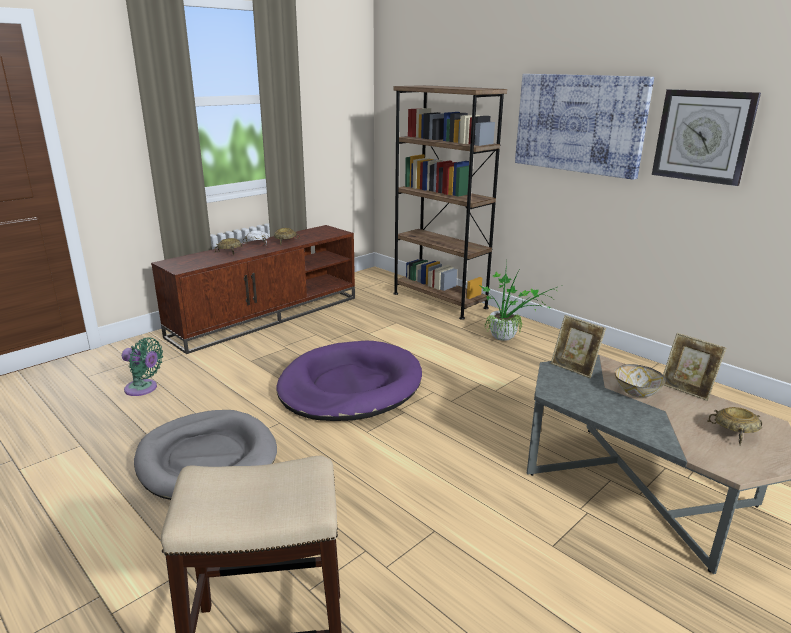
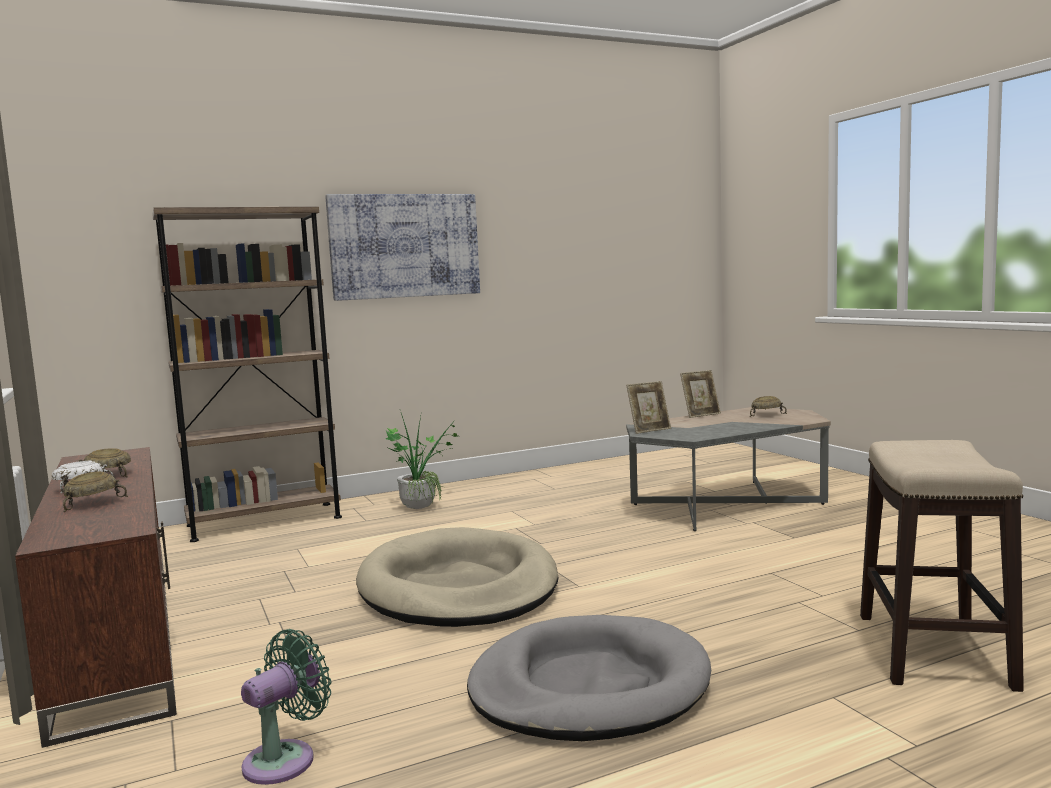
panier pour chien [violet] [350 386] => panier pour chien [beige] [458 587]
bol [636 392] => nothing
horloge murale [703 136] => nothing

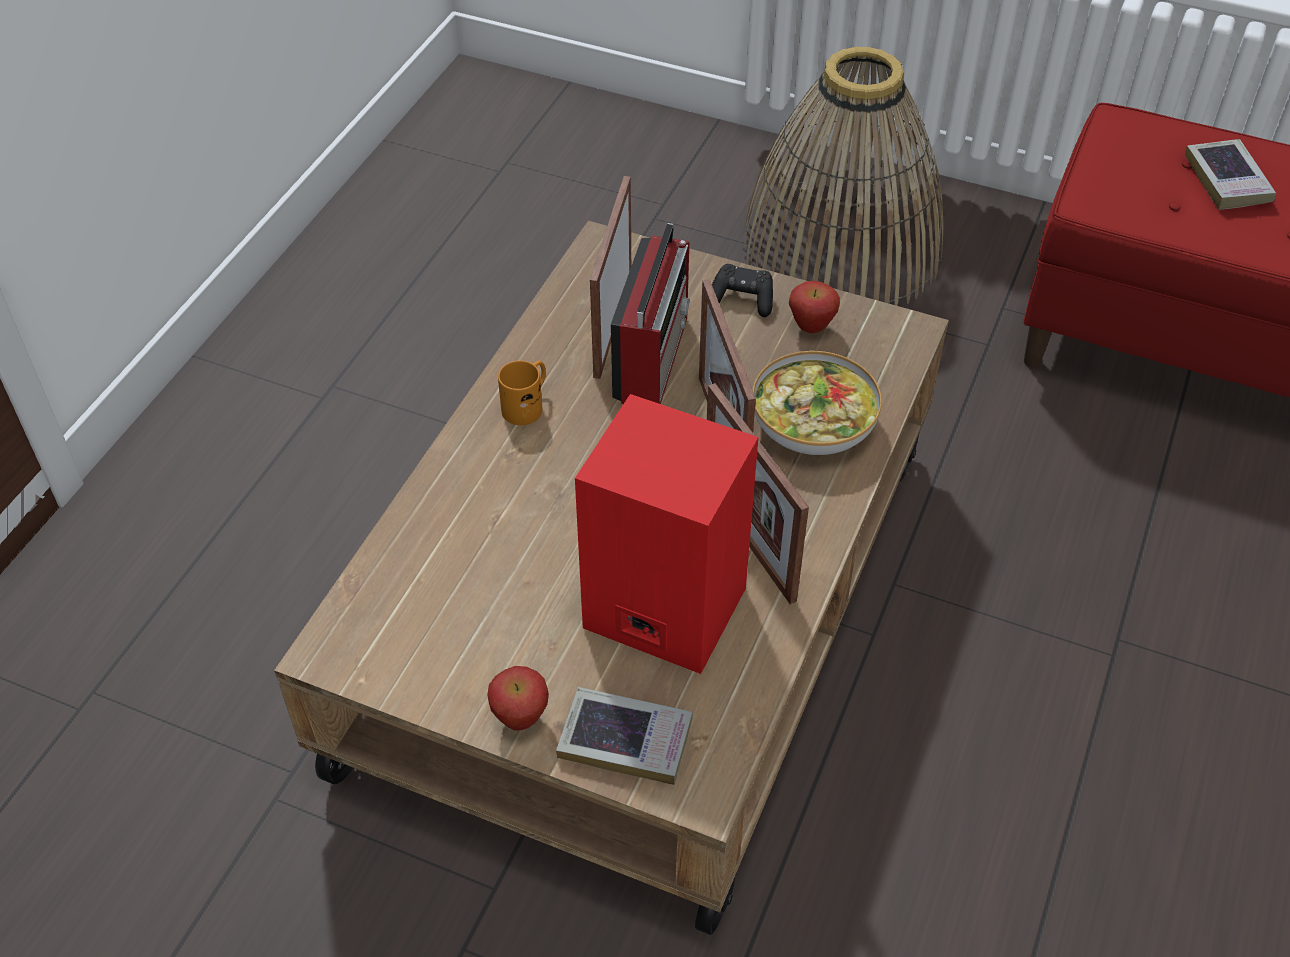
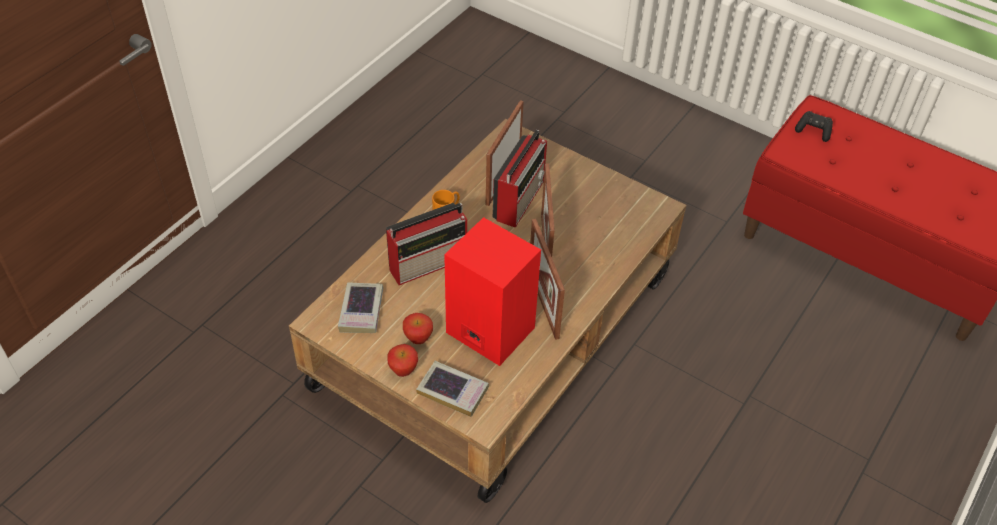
livre [1227 180] => livre [361 311], shifted
nothing => radio [429 263]
pomme [811 327] => pomme [418 339], shifted
manette [noir] [742 300] => manette [noir] [813 131], shifted
panier [841 249] => nothing
bol [814 424] => nothing

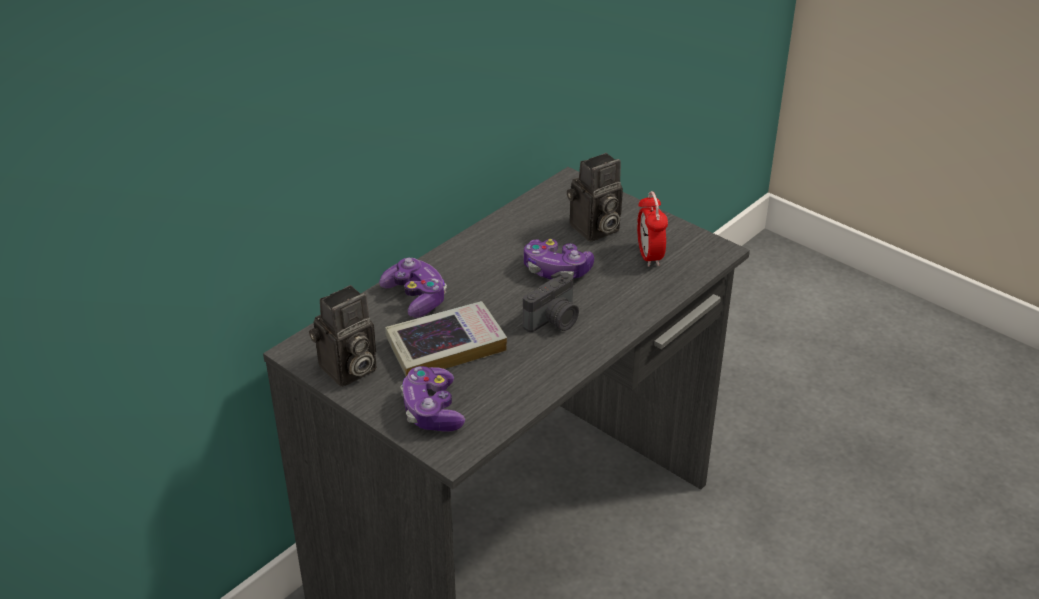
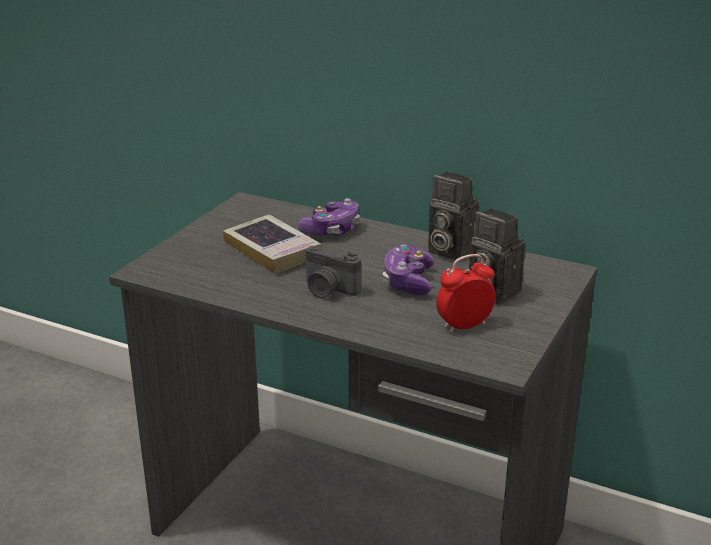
appareil photo [347 371] => appareil photo [448 250], shifted
manette [432 410] => nothing

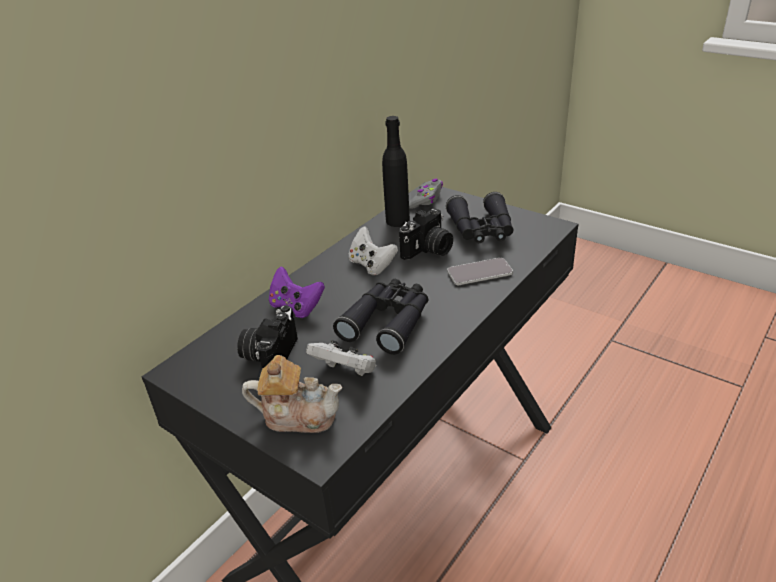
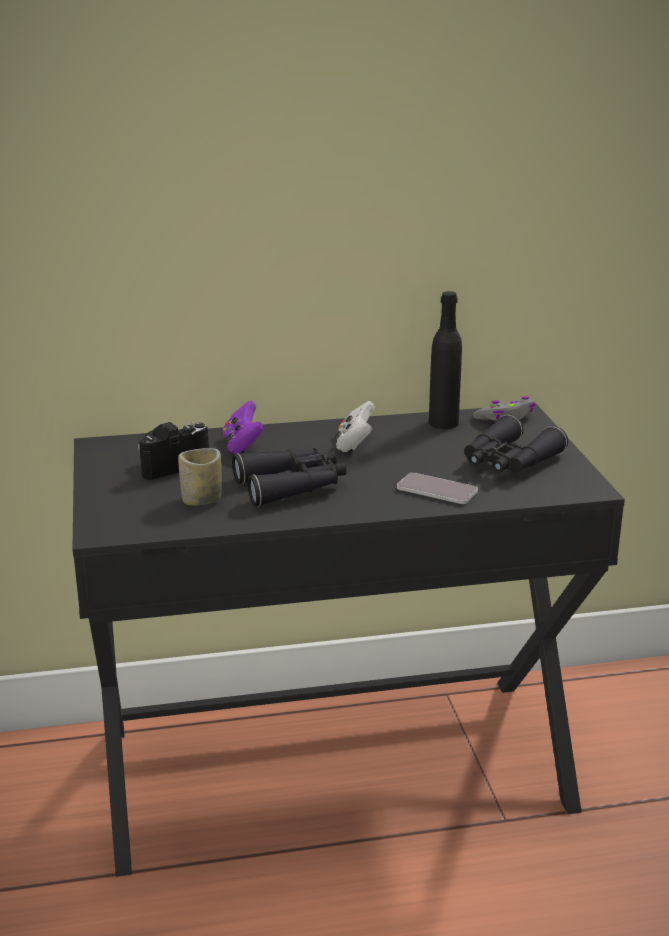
manette [blanc] [346 372] => tasse [201 500]
théière [298 415] => nothing
appareil photo [428 250] => nothing

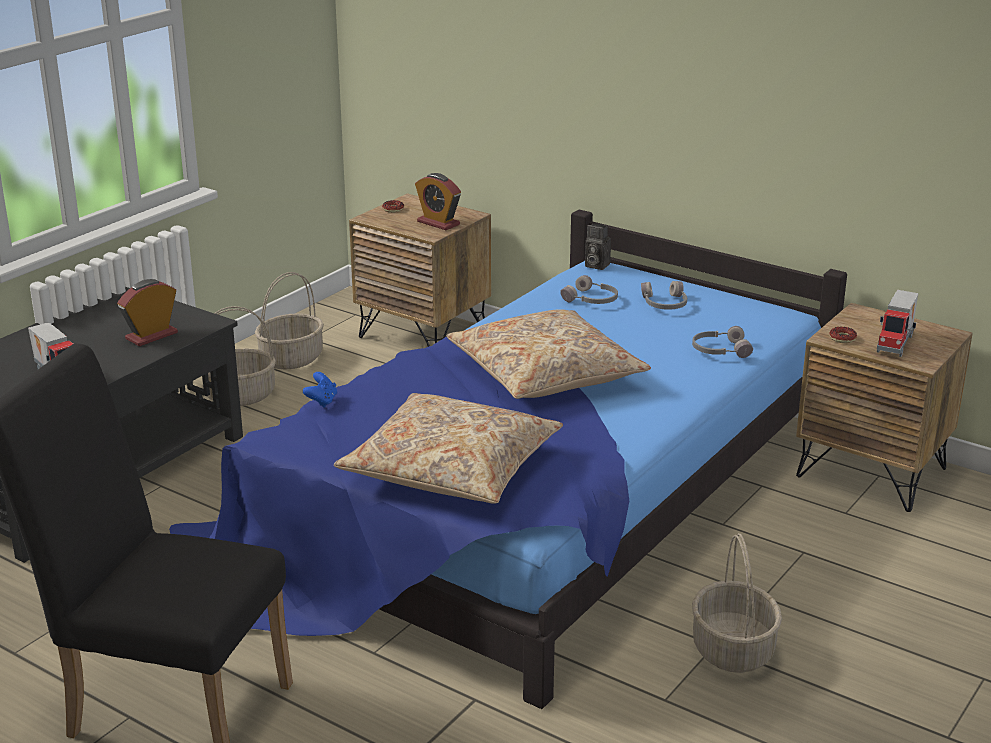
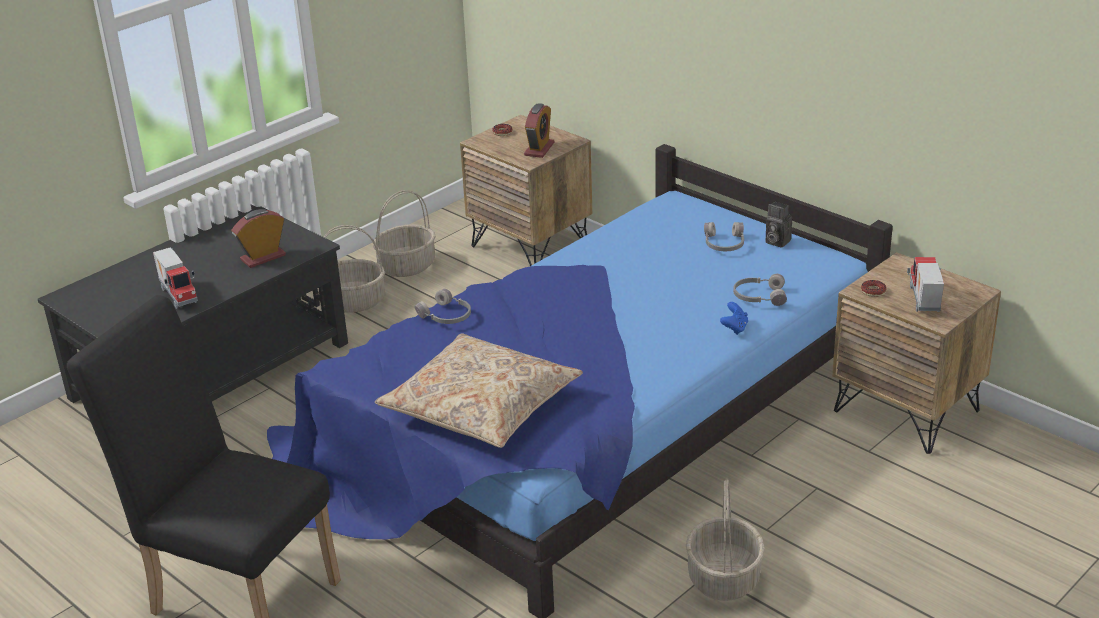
casque audio [gris] [591 300] => casque audio [gris] [446 316], shifted
réveil [438 223] => réveil [539 149], 120 degrees counterclockwise
manette [bleu] [322 401] => manette [bleu] [734 328], shifted
appareil photo [595 265] => appareil photo [776 241], shifted
camion jouet [896 344] => camion jouet [922 300], 150 degrees clockwise
coussin [beige] [546 373] => nothing

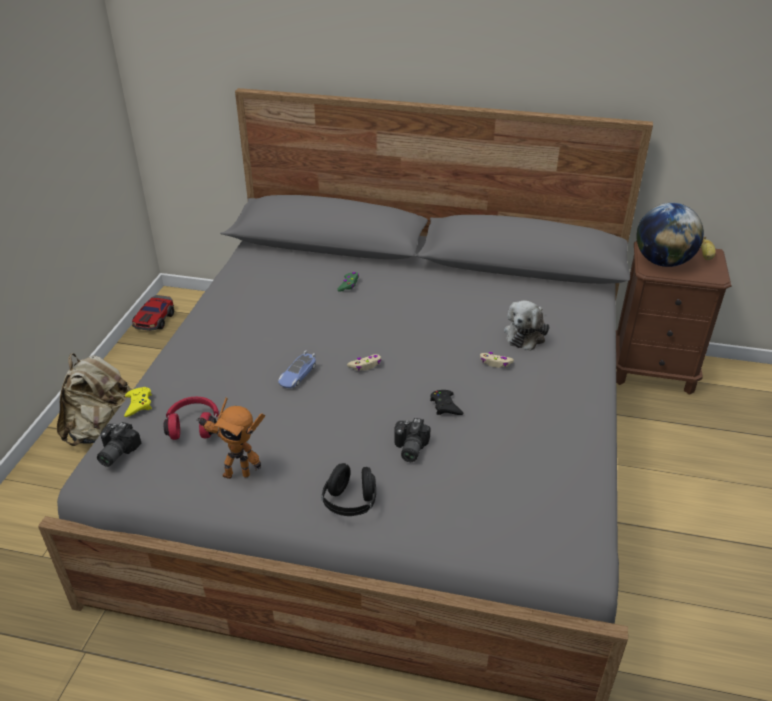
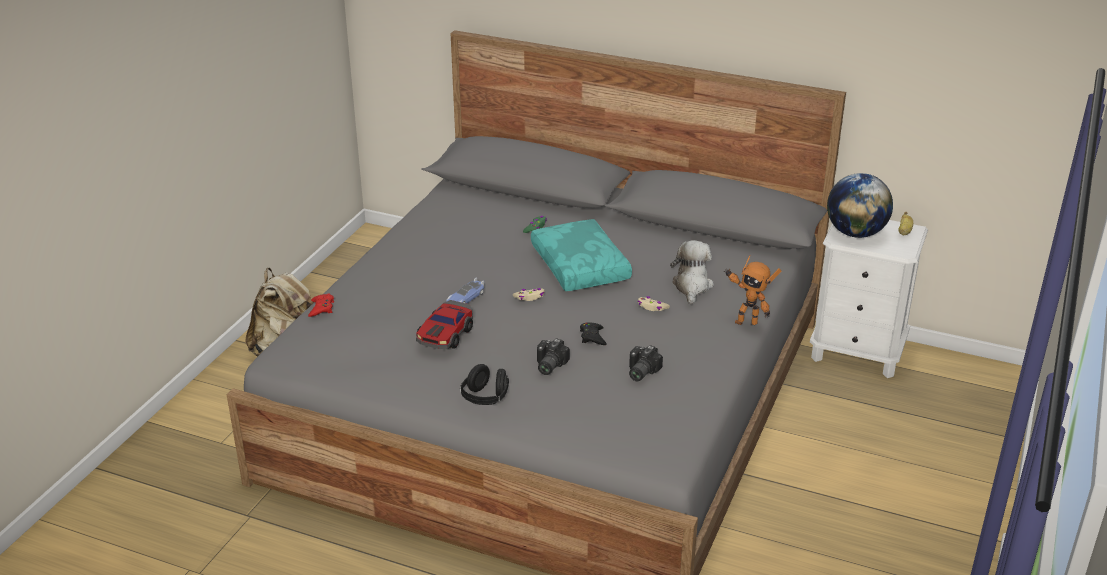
manette [jaune] [138 404] => manette [rouge] [321 308]
petite voiture [155 320] => petite voiture [446 334], shifted
nothing => coussin [turquoise] [582 266]
appareil photo [115 452] => appareil photo [640 372], shifted
peluche [526 334] => peluche [692 286], 150 degrees clockwise
robot jouet [237 473] => robot jouet [746 321], shifted
table de chevet [marron] [653 371] => table de chevet [blanc] [857 353]
casque audio [rouge] [194 425] => nothing

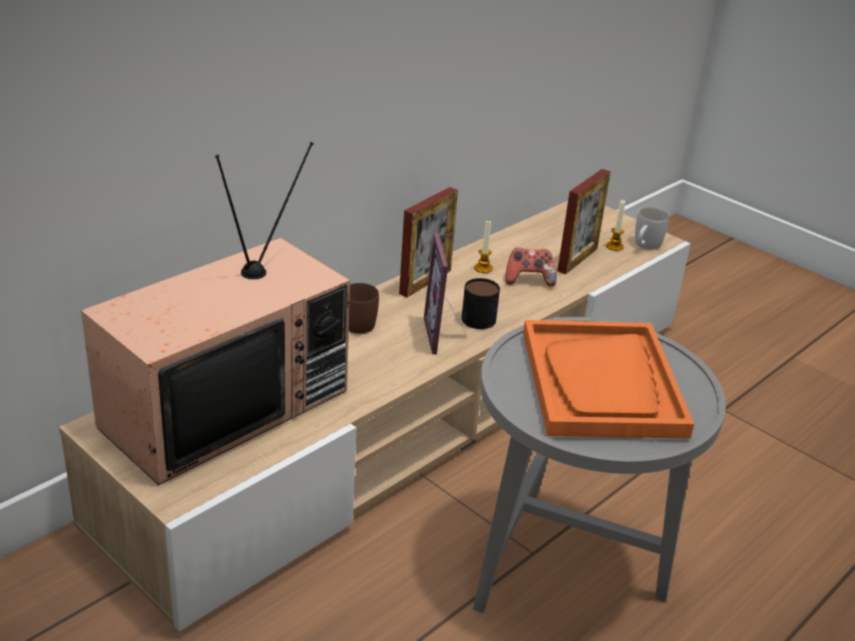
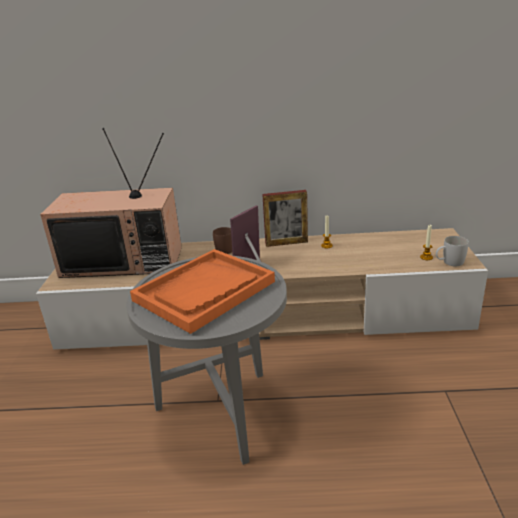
mug [481 315] => nothing
manette [529 280] => nothing
cadre photo [577 259] => nothing

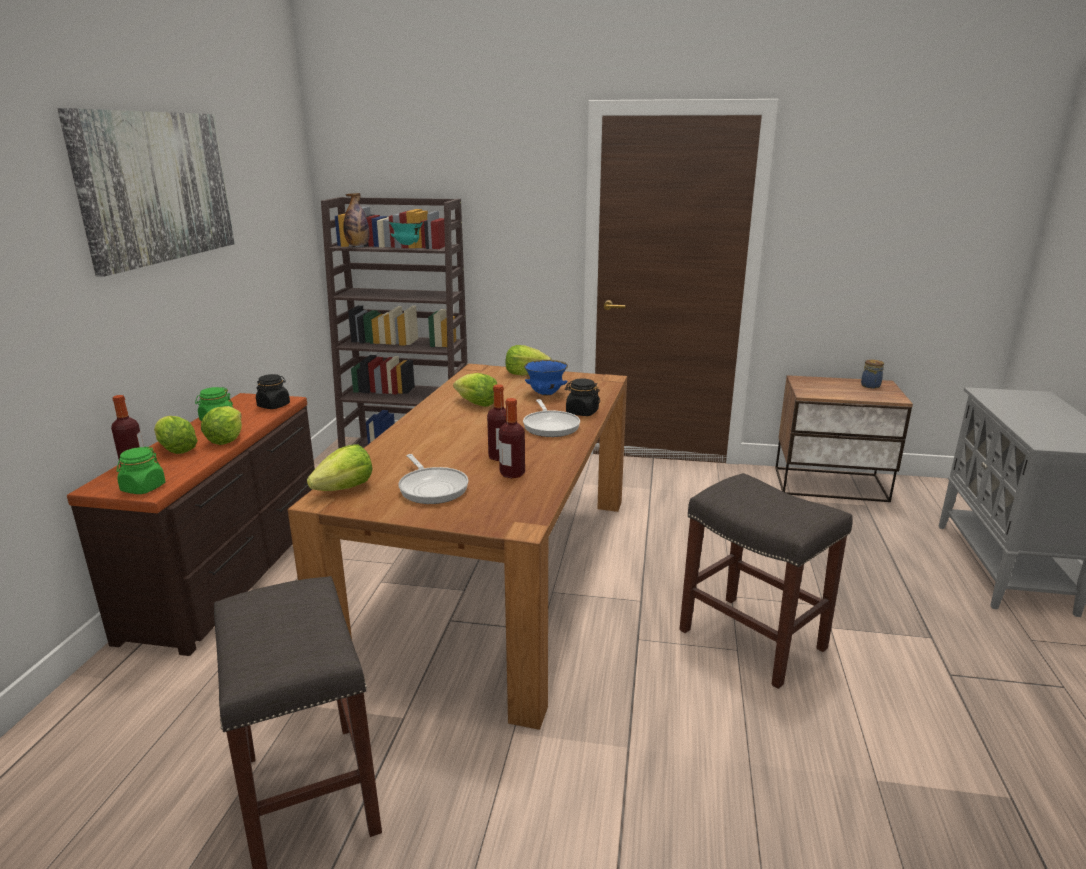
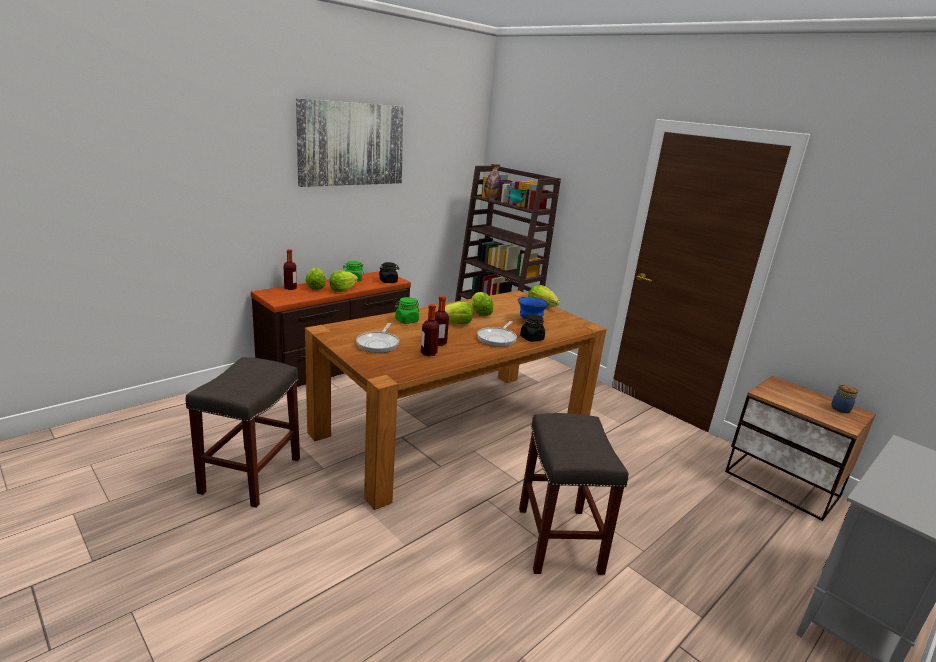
bocal [vert] [143 488] => bocal [vert] [406 321], shifted
laitue [345 488] => laitue [456 324], shifted

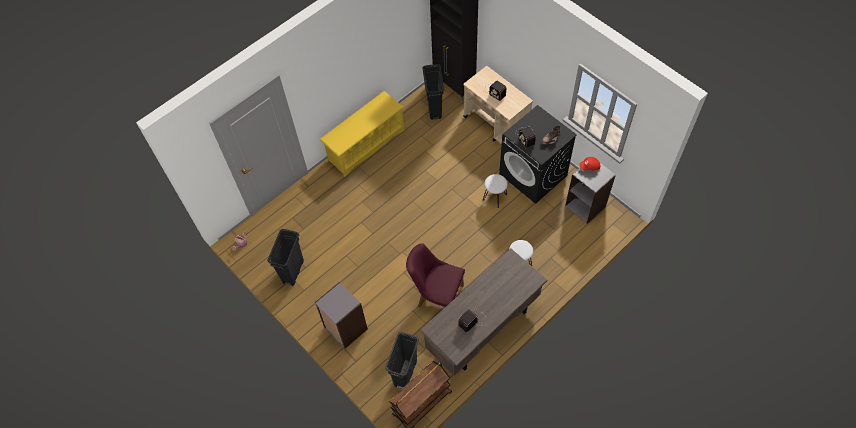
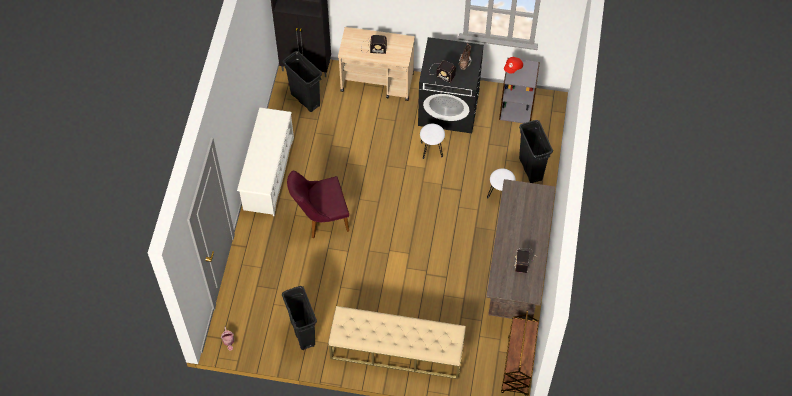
étagère à chaussures [jaune] [366 145] => étagère à chaussures [blanc] [268 173]
chaise [violet] [436 295] => chaise [violet] [320 219], shifted
bibliothèque [gris] [345 328] => banc [beige] [397 350]
poubelle [noir] [405 373] => poubelle [noir] [530 169], shifted

